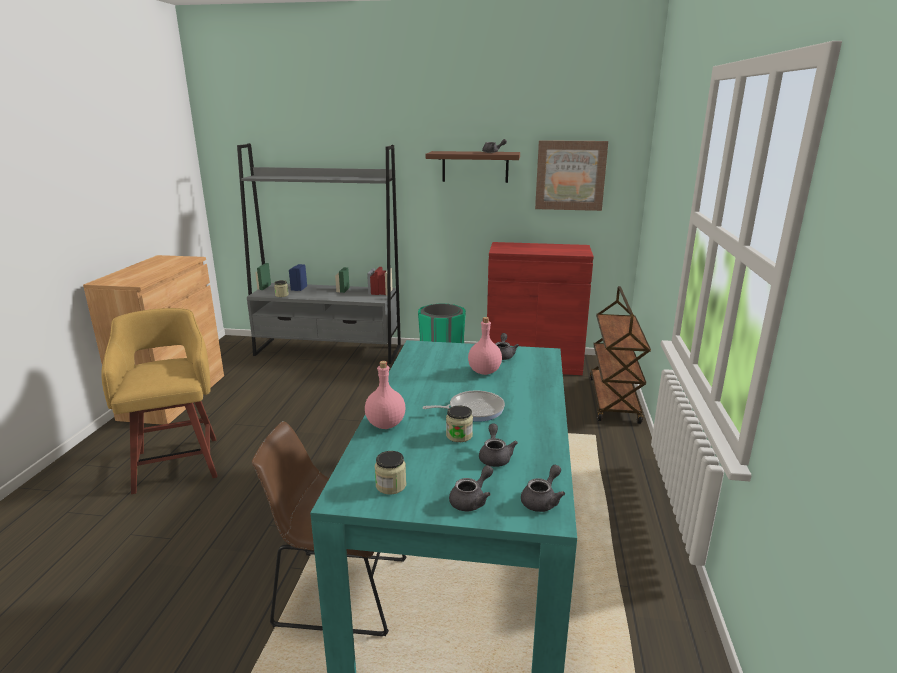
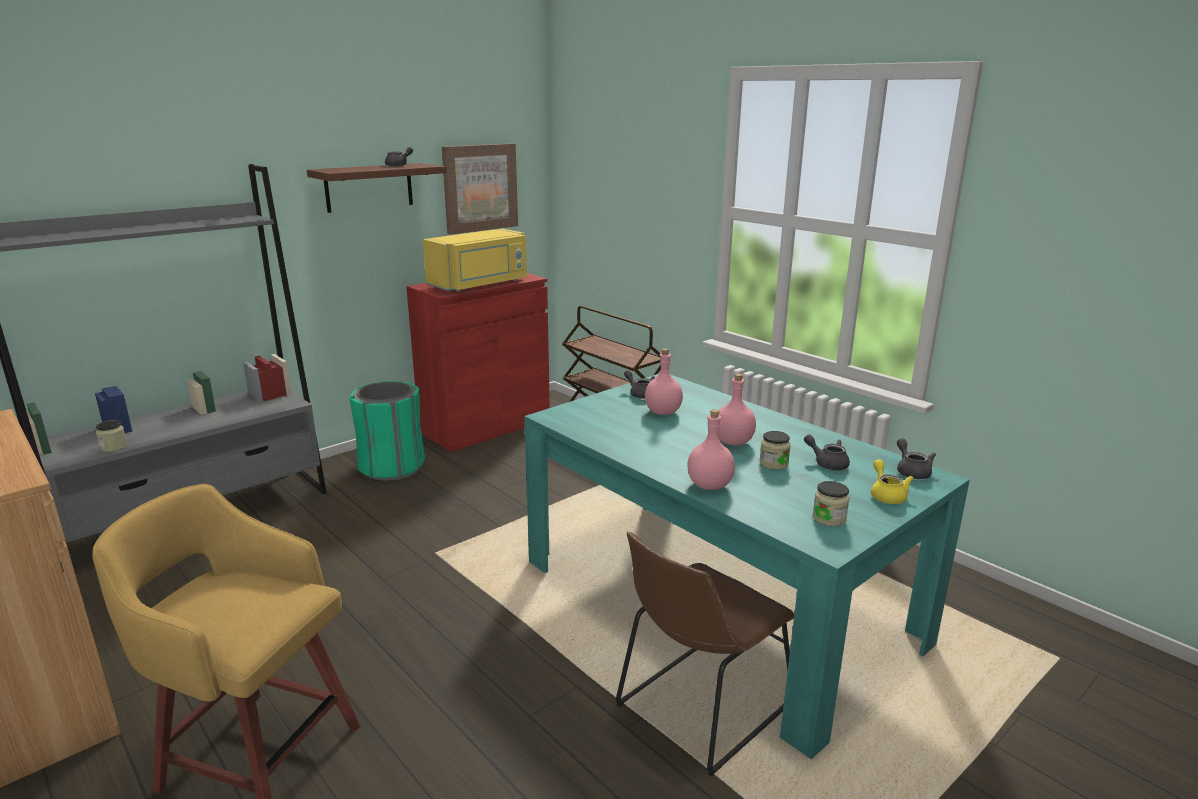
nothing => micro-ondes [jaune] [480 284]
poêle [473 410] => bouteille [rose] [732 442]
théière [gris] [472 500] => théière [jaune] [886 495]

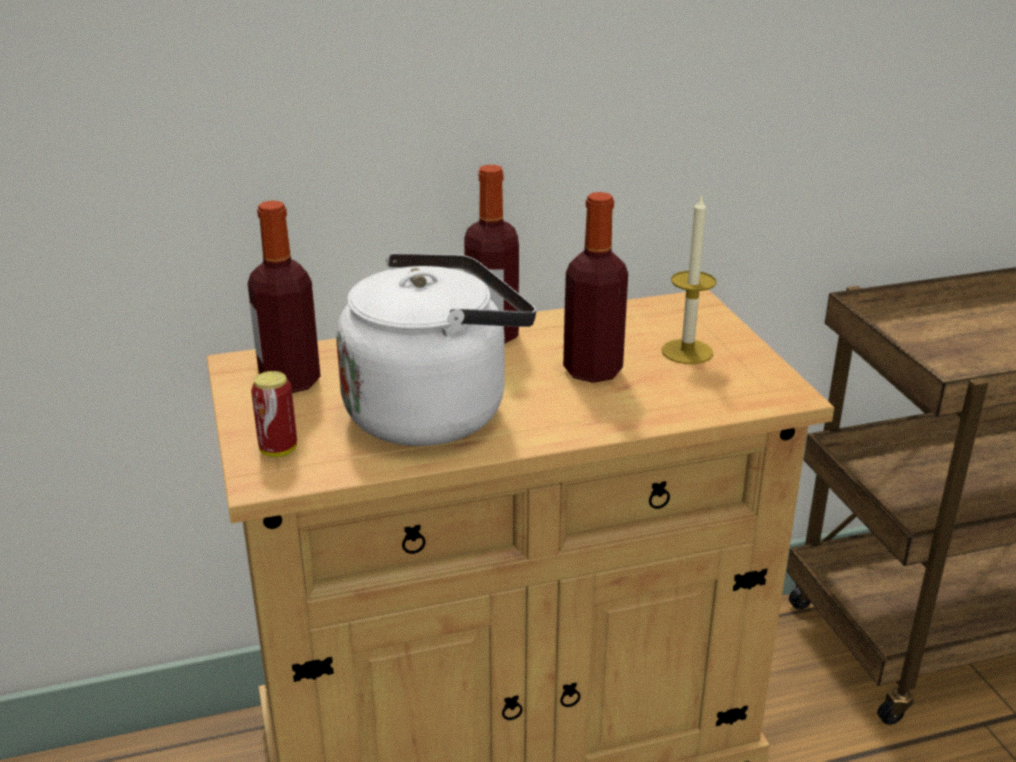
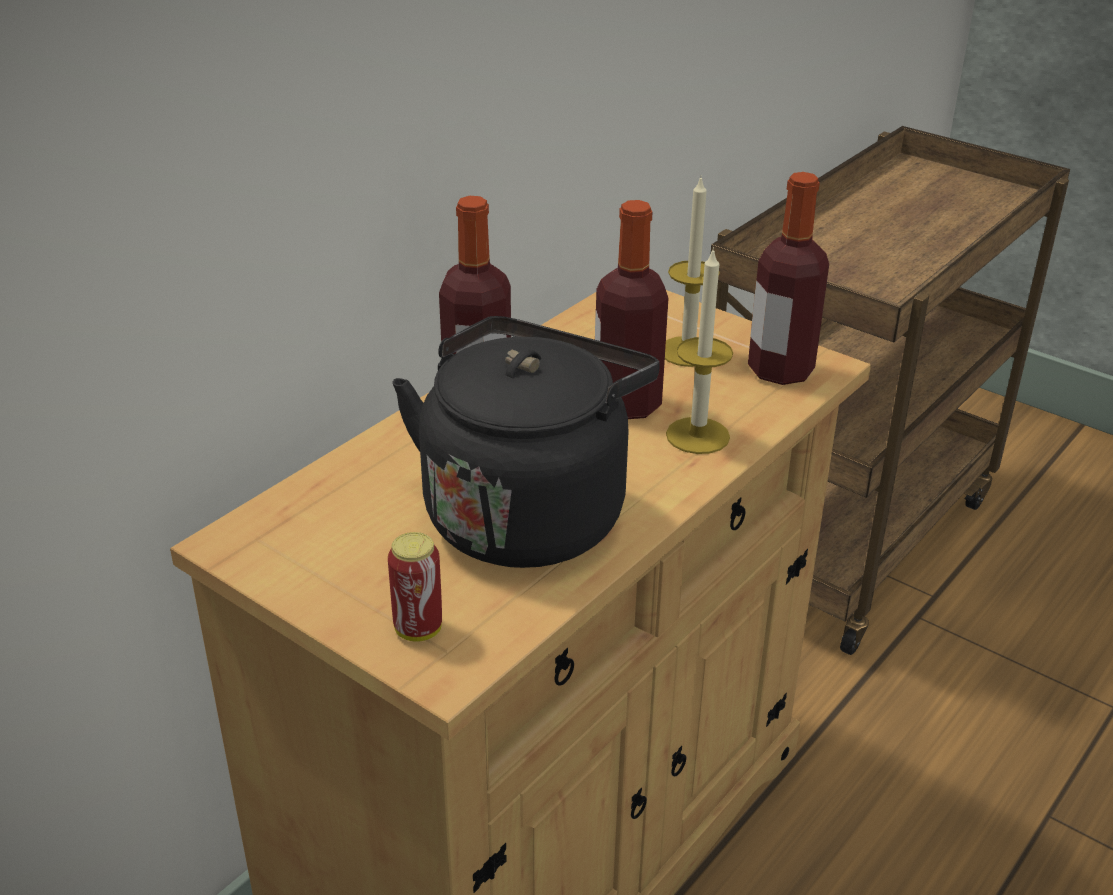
bouilloire [blanc] [434 411] => bouilloire [noir] [528 512]
nothing => bougie [697 435]
bouteille [290 381] => bouteille [780 370], shifted

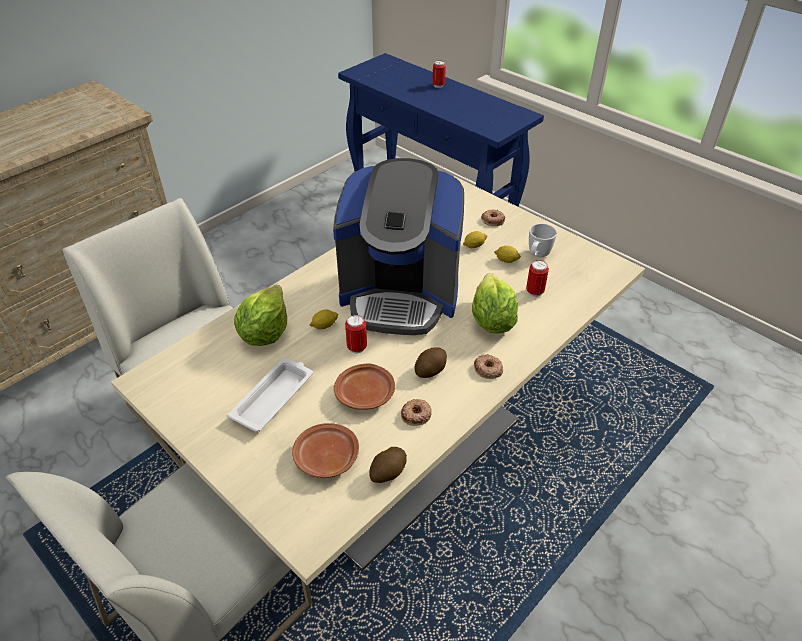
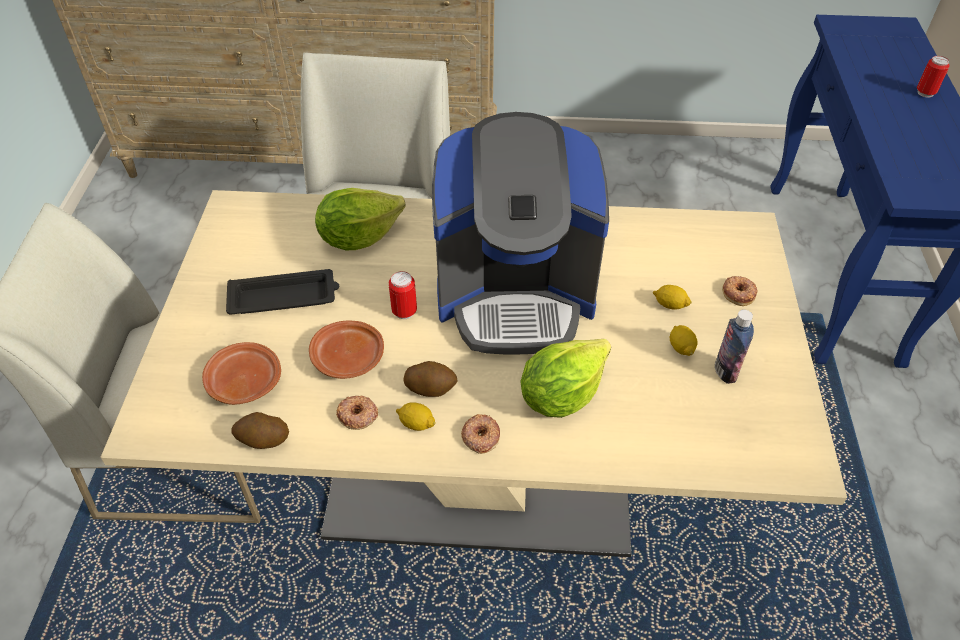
plateau [blanc] [274 397] => plateau [noir] [285 297]
citron [324 325] => citron [416 424], shifted
machine à café [400 295] => machine à café [515 295], 60 degrees counterclockwise
mug [blanc] [537 256] => bouteille [725 371]
boîte métallique [534 292] => nothing

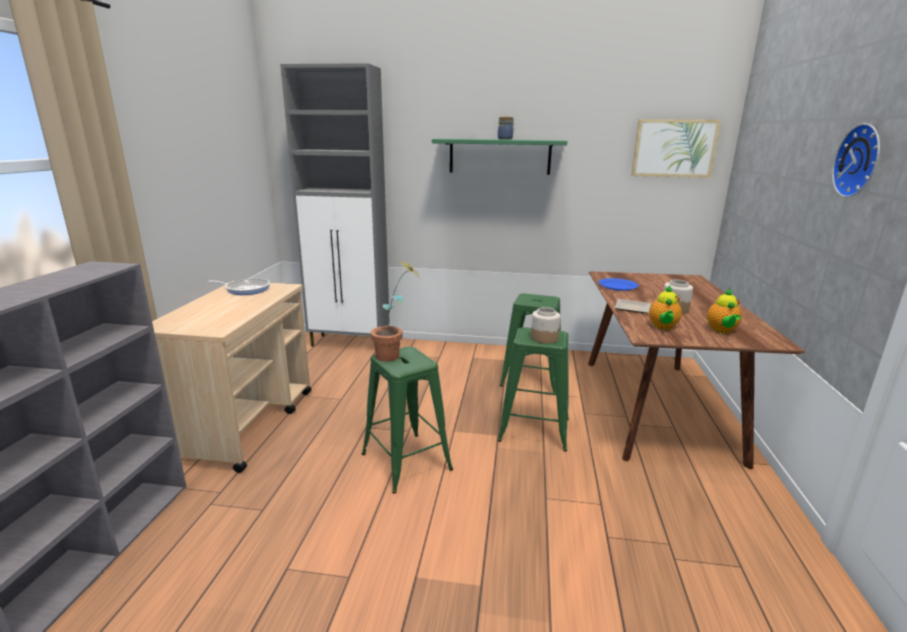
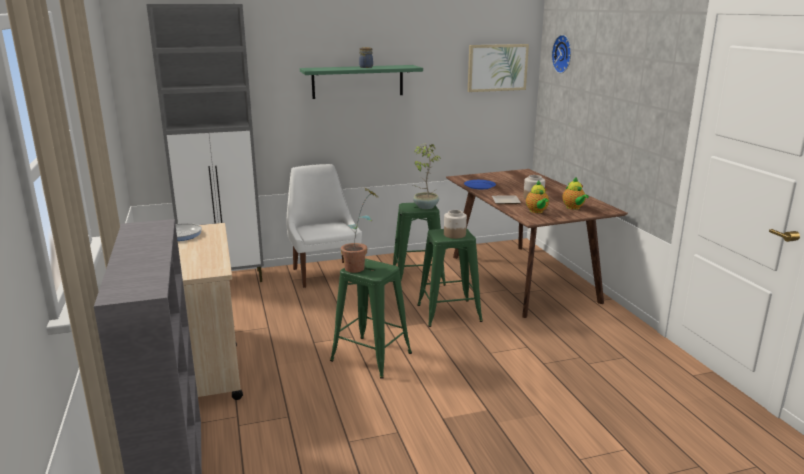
nothing => chaise [blanc] [324 273]
nothing => plante en pot [425 207]
horloge murale [861 161] => horloge murale [564 54], shifted

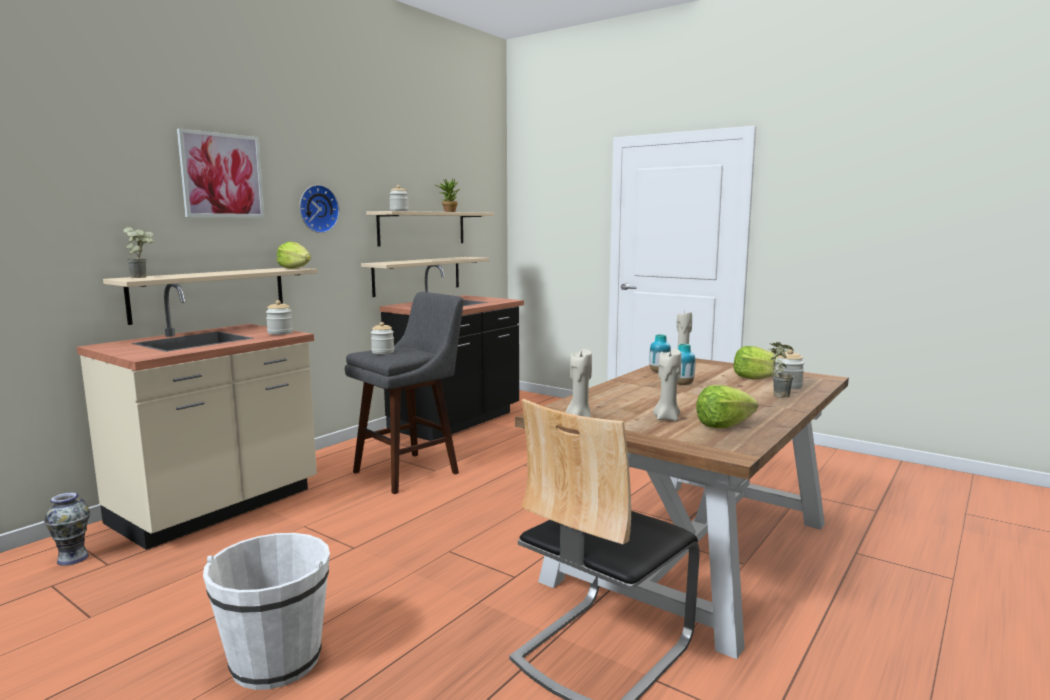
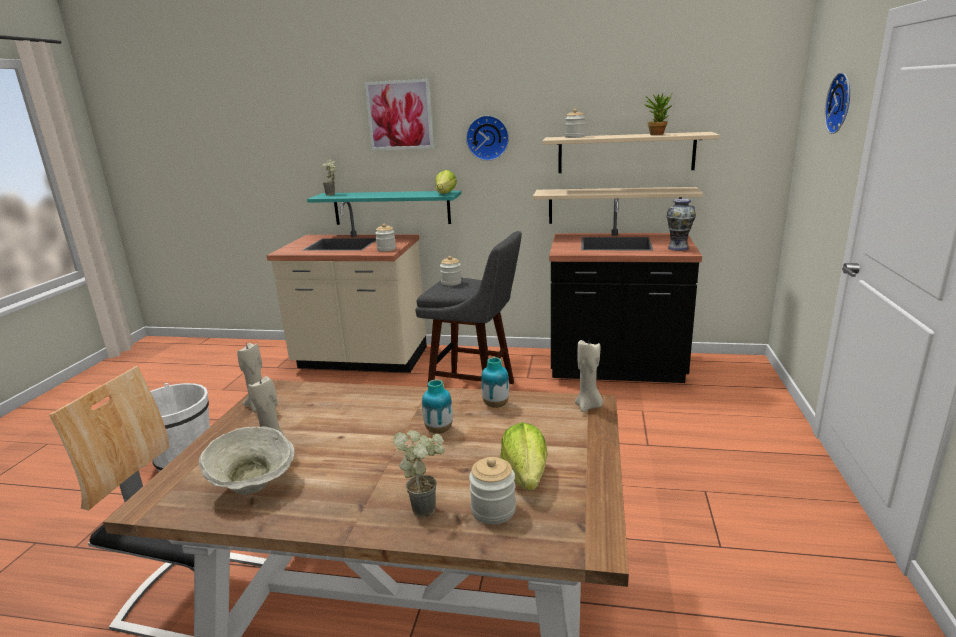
laitue [723 425] => bol [beige] [254 485]
étagère [beige] [210 293] => étagère [turquoise] [391 208]
vase [72 558] => vase [678 248], shifted
nothing => horloge murale [842 103]

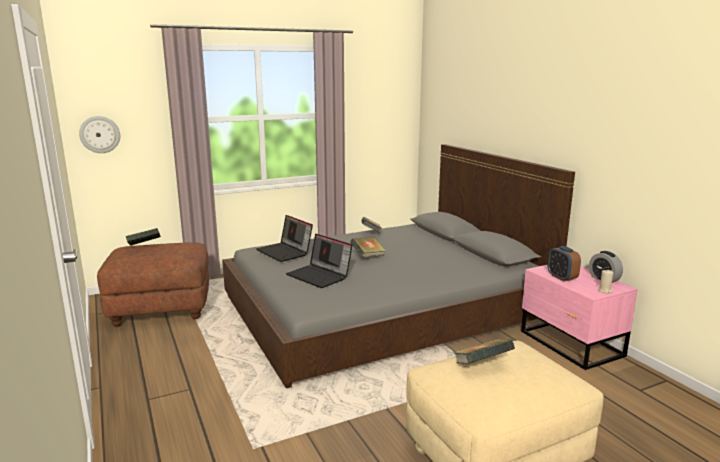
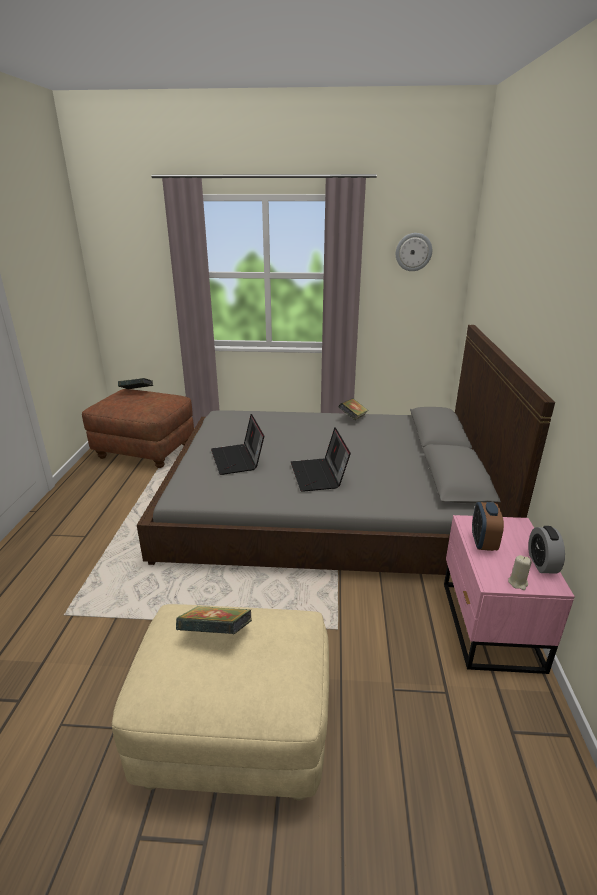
ordinateur portable [285 252] => ordinateur portable [319 475], shifted
horloge murale [100 134] => horloge murale [413 252], shifted
livre [368 257] => nothing

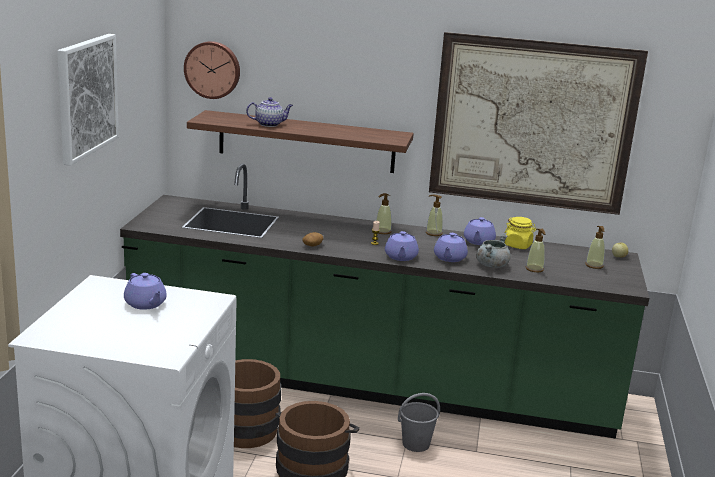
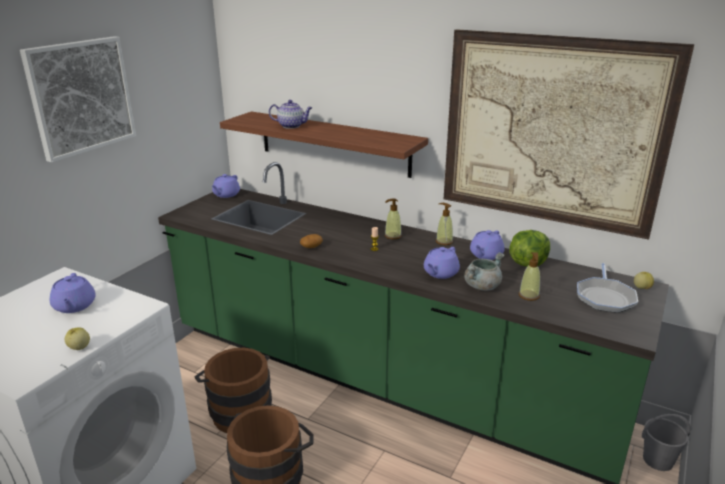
nothing => pomme [79 347]
théière [violet] [400 257] => théière [violet] [226 194], shifted
bocal [jaune] [518 245] => laitue [527 263]
distributeur de savon [594 265] => poêle [604 297]
seau [gris] [416 444] => seau [gris] [658 460], shifted
horloge murale [213 69] => nothing

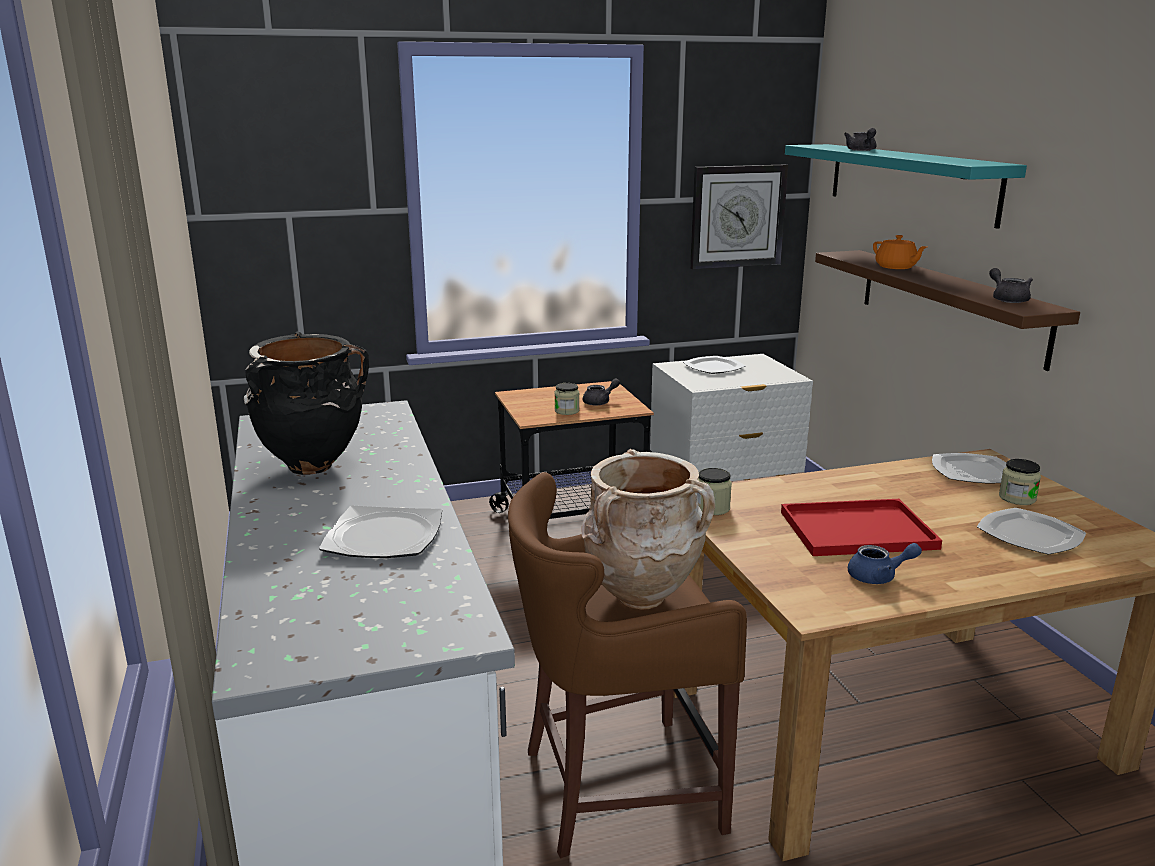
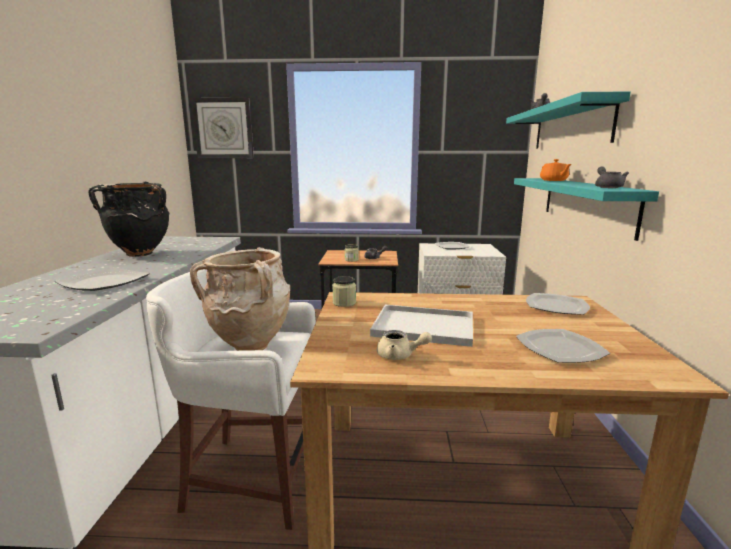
tabouret [marron] [615 787] => tabouret [blanc] [250 476]
horloge murale [737 216] => horloge murale [223 128], shifted
plateau [rouge] [859 529] => plateau [blanc] [426 326]
théière [bleu] [879 577] => théière [beige] [400 356]
étagère [marron] [949 304] => étagère [turquoise] [585 203]
bocal [1017 498] => nothing

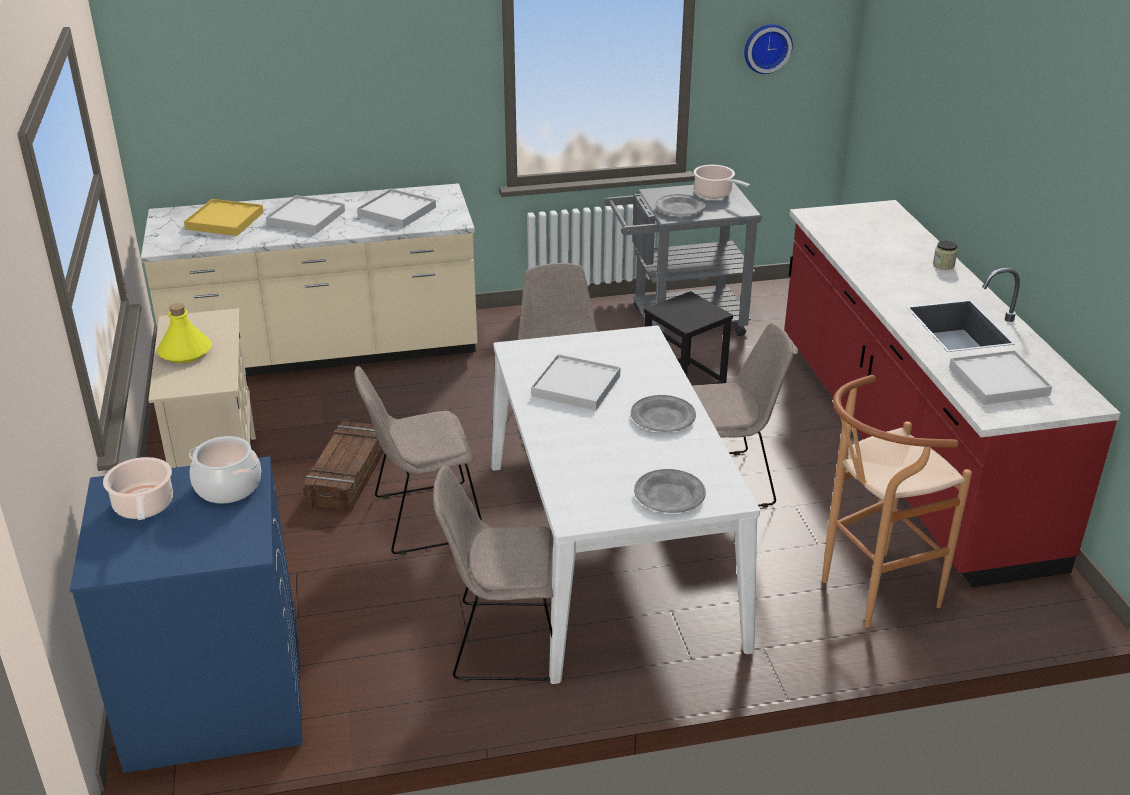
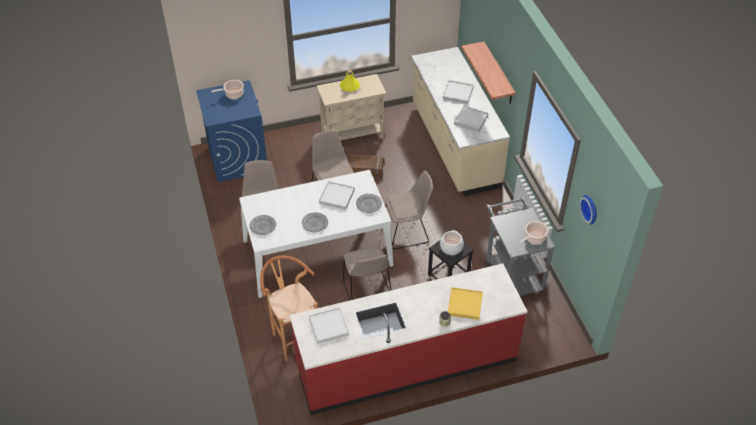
assiette [gris] [680 208] => assiette [gris] [369 204], shifted
marmite [228 486] => marmite [451 247], shifted
plateau [jaune] [224 221] => plateau [jaune] [465 304], shifted
nothing => étagère [498 74]

